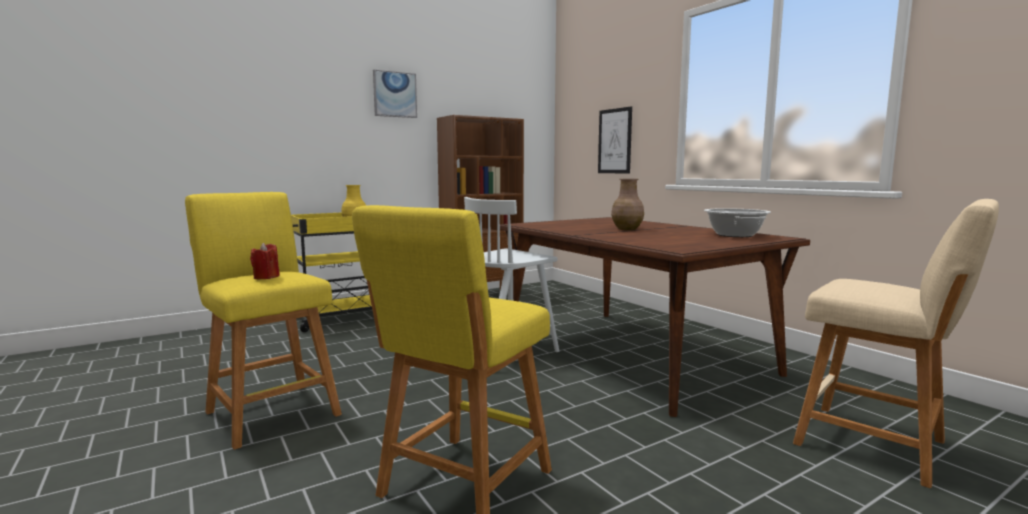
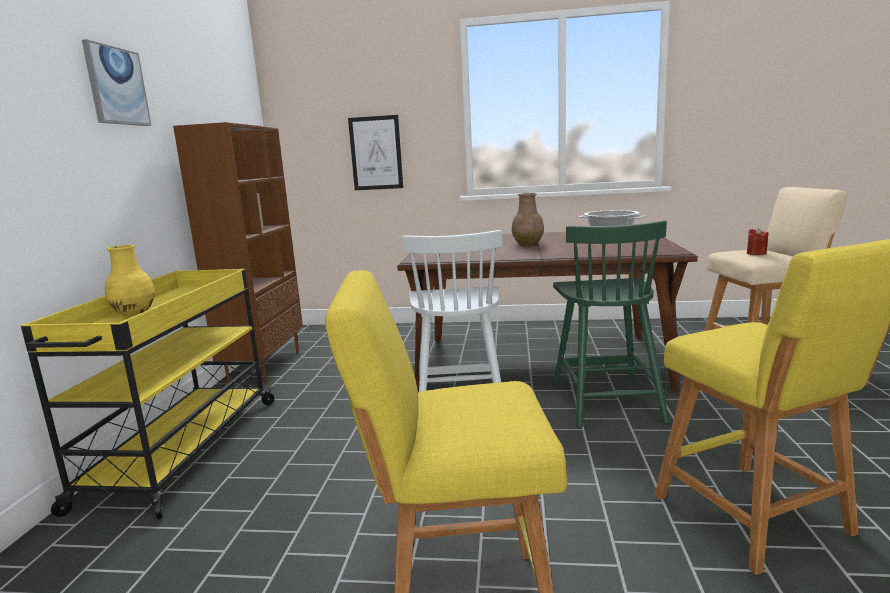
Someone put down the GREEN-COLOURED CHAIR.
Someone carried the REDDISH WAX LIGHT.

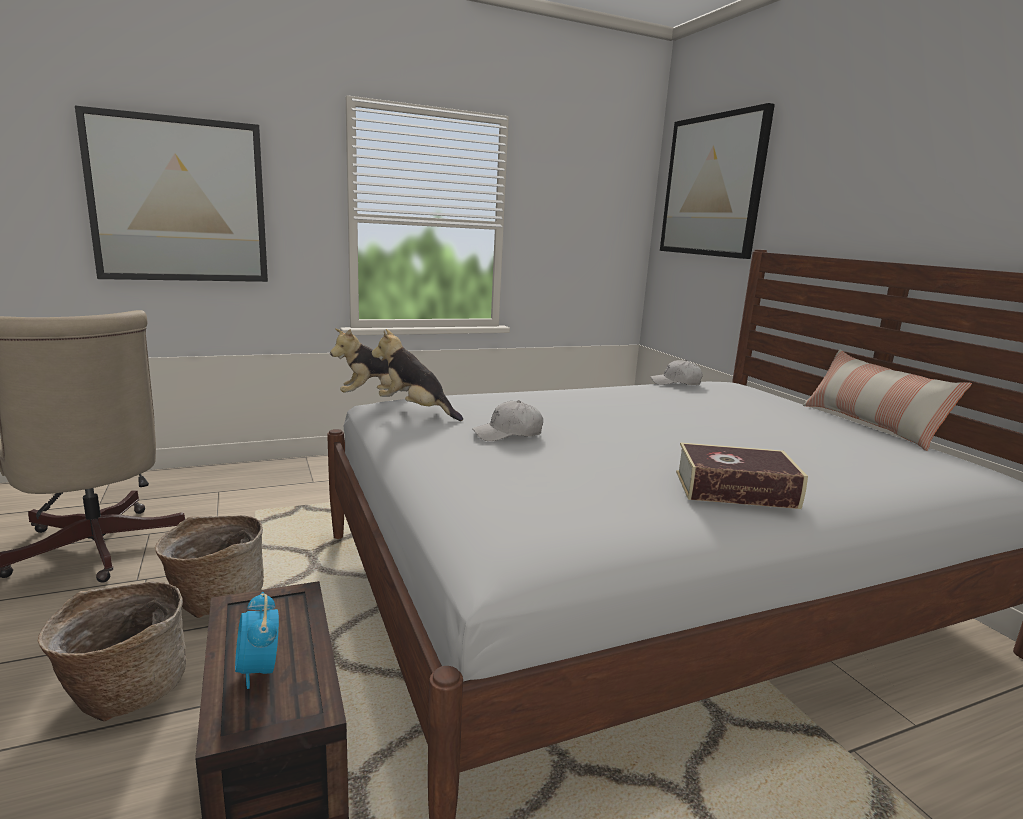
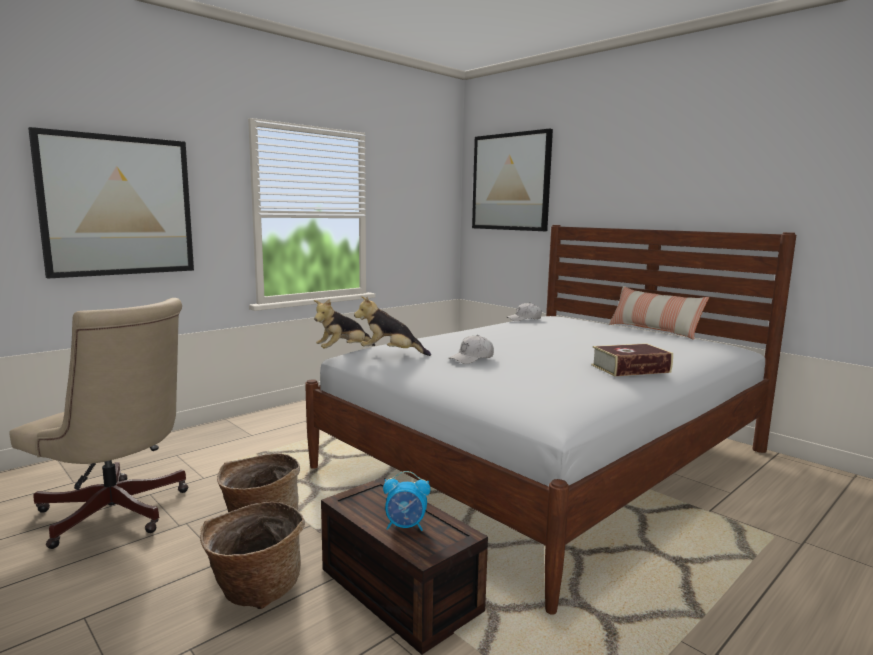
Someone rotated the BEDSIDE CLOCK by 45 degrees counterclockwise.

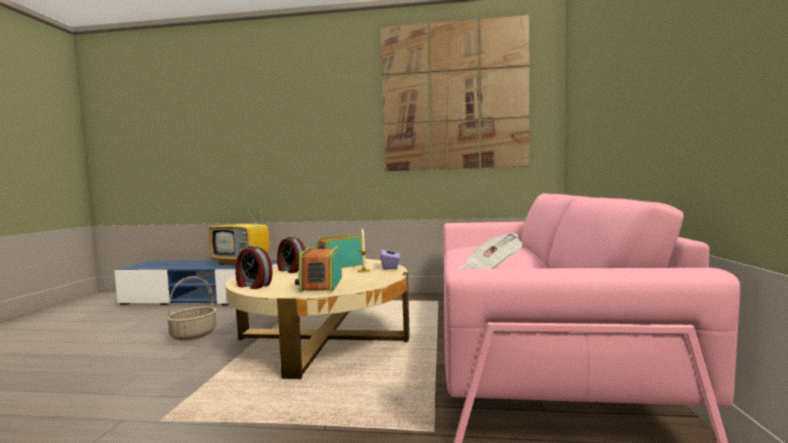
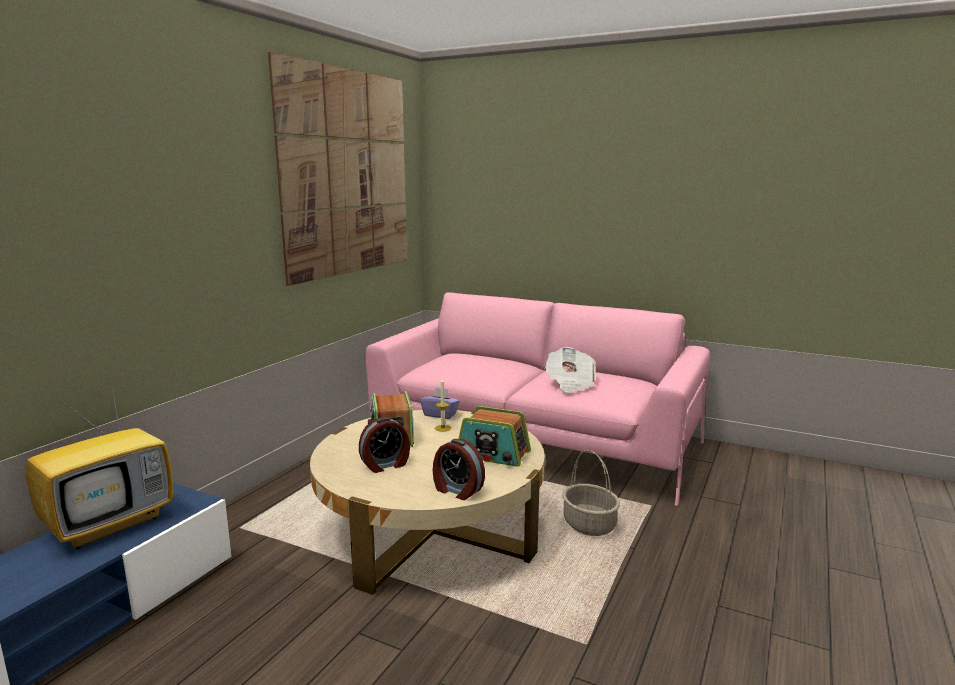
Someone carried the STORAGE BASKET.
Someone rotated the BEDSIDE CLOCK (no. 1 from left in the first image) by 75 degrees clockwise.

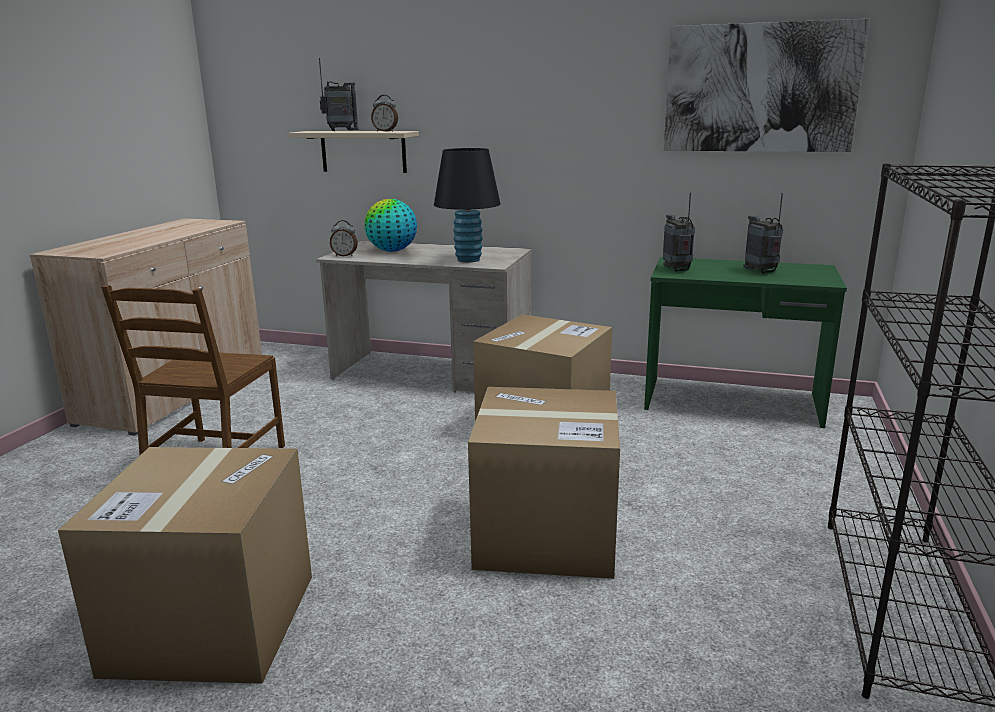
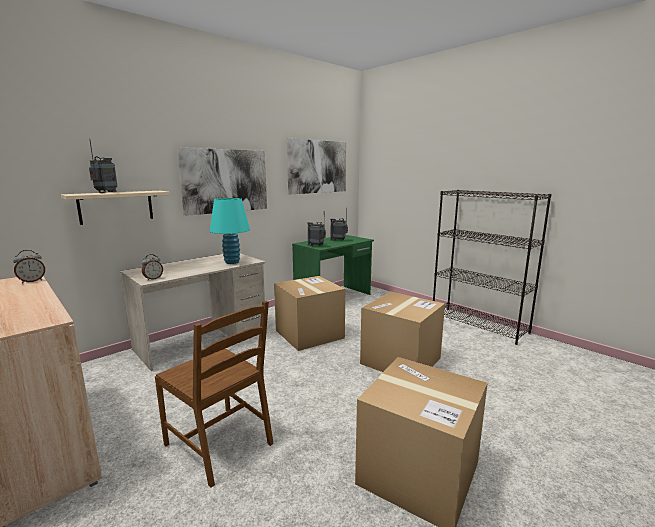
Someone took away the WORLD GLOBE.
Someone put up the PICTURE (no. 1 from left).
Someone carried the BEDSIDE CLOCK (no. 2 from left in the first image).
Someone repainted the BLACKISH TABLETOP LAMP, which became the TURQUOISE TABLETOP LAMP.

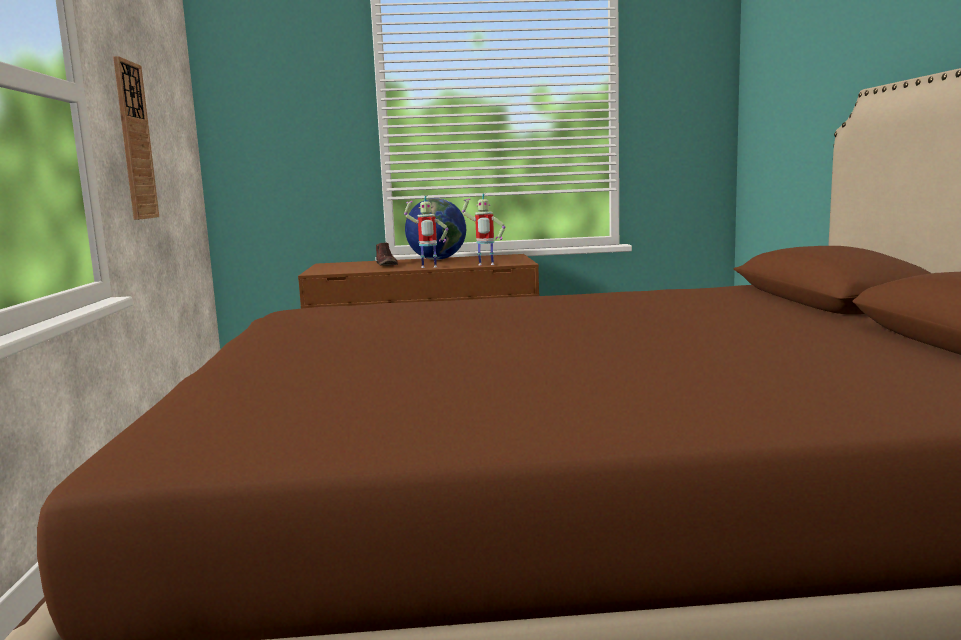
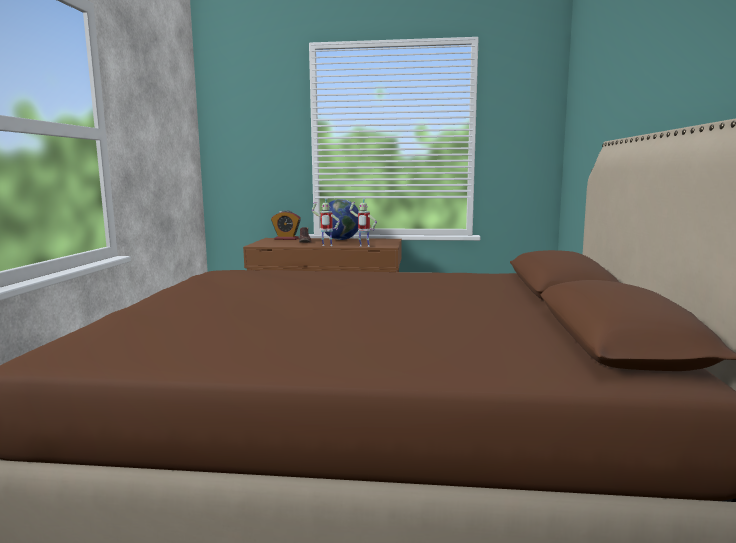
Someone took away the CLOCK ON THE WALL.
Someone put down the BEDSIDE CLOCK.

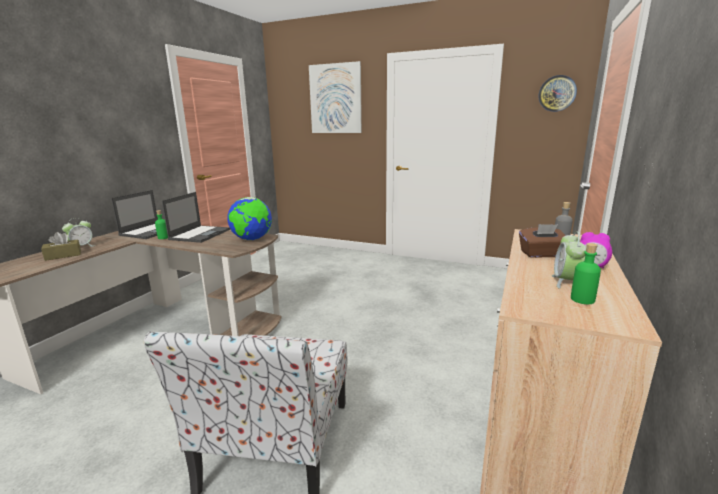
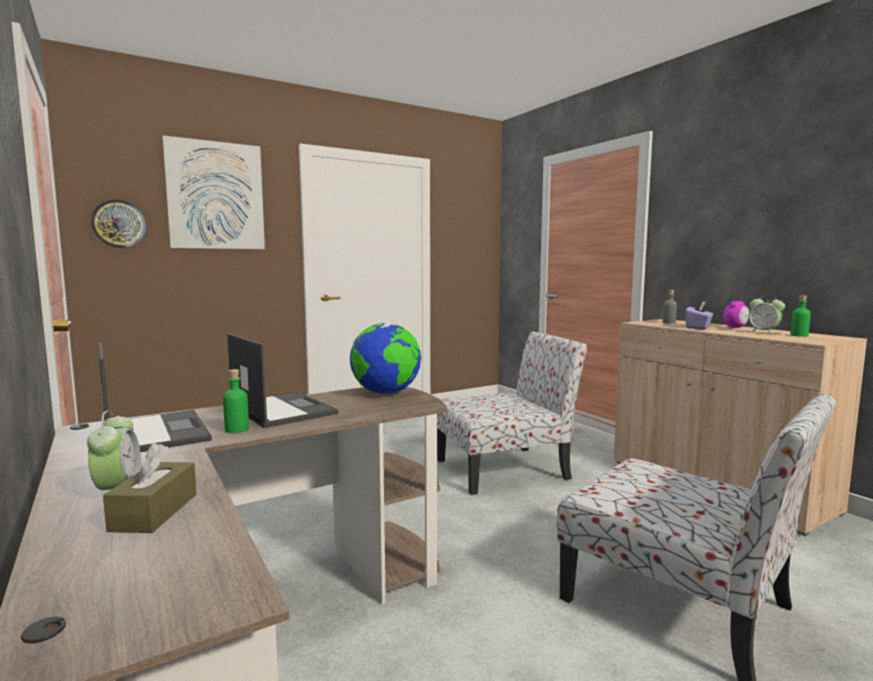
Someone put down the CHAIR (no. 1 from left).
Someone carried the CLOCK ON THE WALL.
Someone repainted the BROWN-COLOURED TISSUE HOLDER (no. 2 from left), which became the PURPLE TISSUE HOLDER.

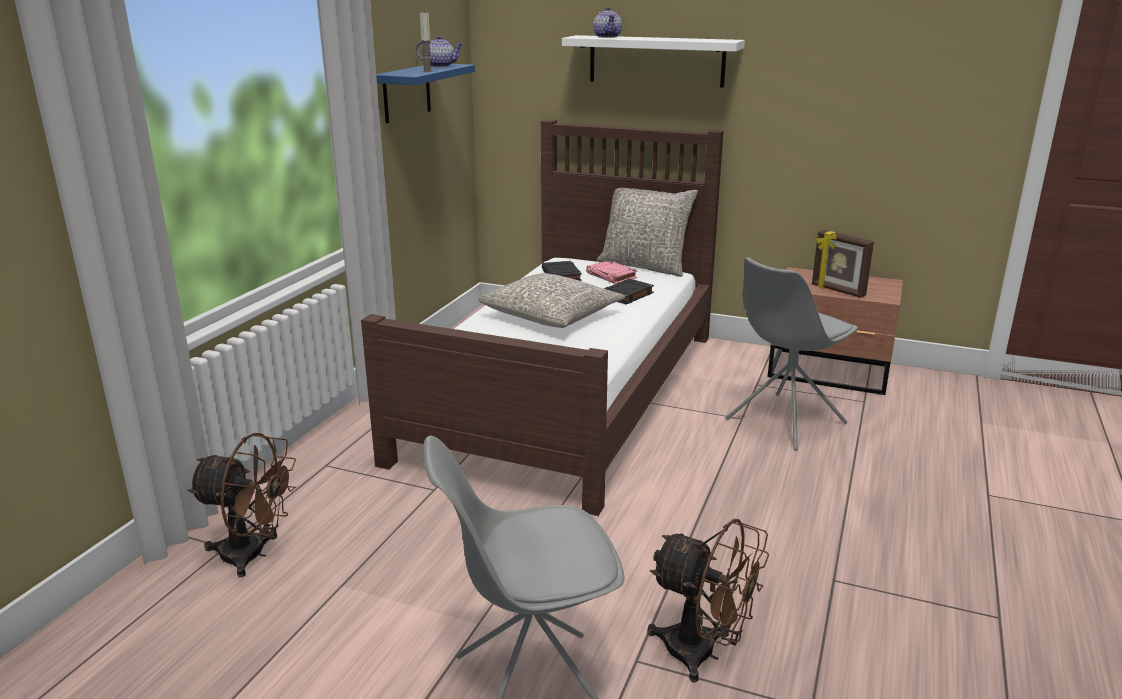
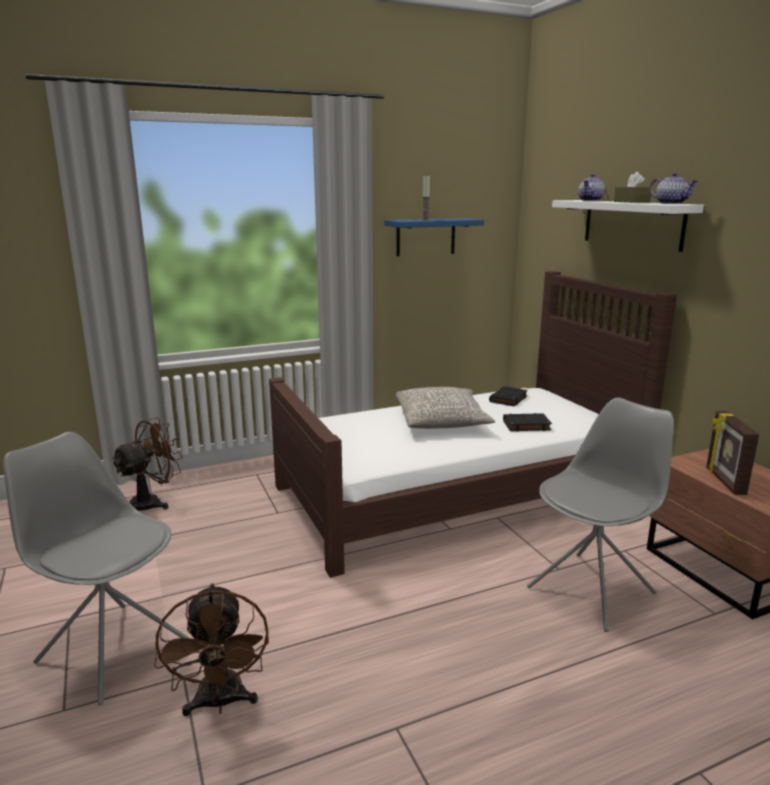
Someone took away the PINKISH BOUND BOOK.
Someone took away the GRAY THROW PILLOW (no. 2 from left).
Someone put down the BROWN-COLOURED TISSUE HOLDER.
Someone carried the TEA POT (no. 1 from left in the first image).
Someone rotated the BROWN-COLOURED ELECTRIC FAN (no. 1 from left) by 105 degrees counterclockwise.
Someone rotated the GRAY CHAIR (no. 2 from left) by 135 degrees clockwise.

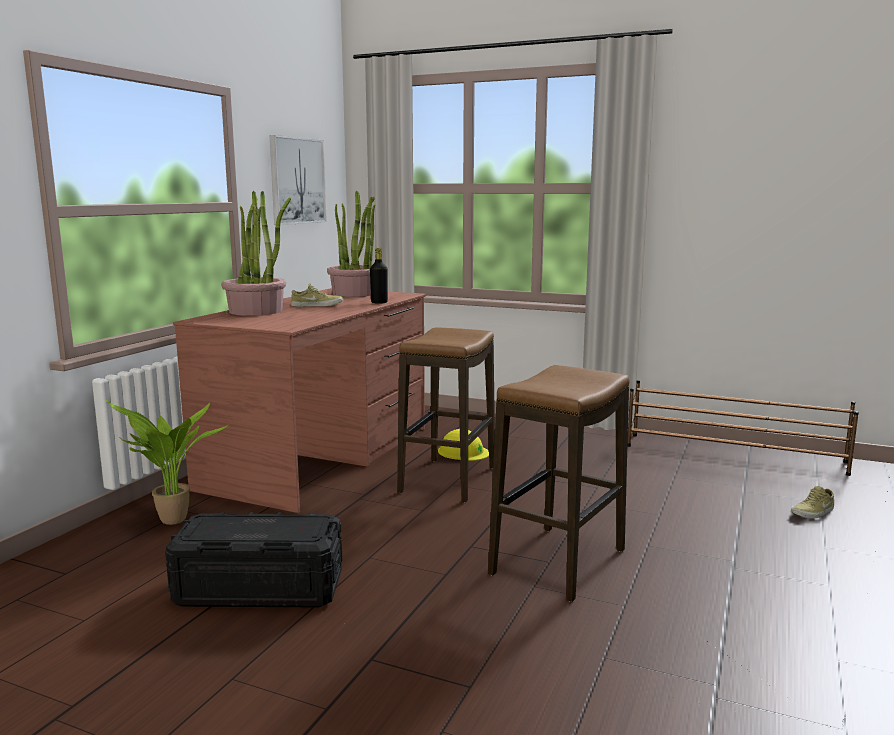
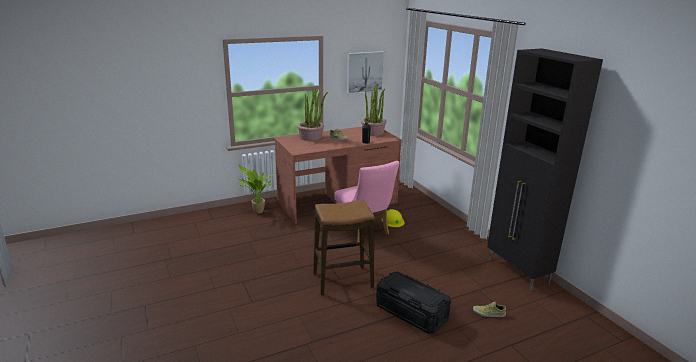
Someone carried the BLACKISH STORAGE BOX.
Someone swapped the SITTING STOOL (no. 1 from left) for the PINKISH CHAIR.
Someone swapped the BROWN-COLOURED SHOE SHELF for the BLACKISH STORAGE CABINET.

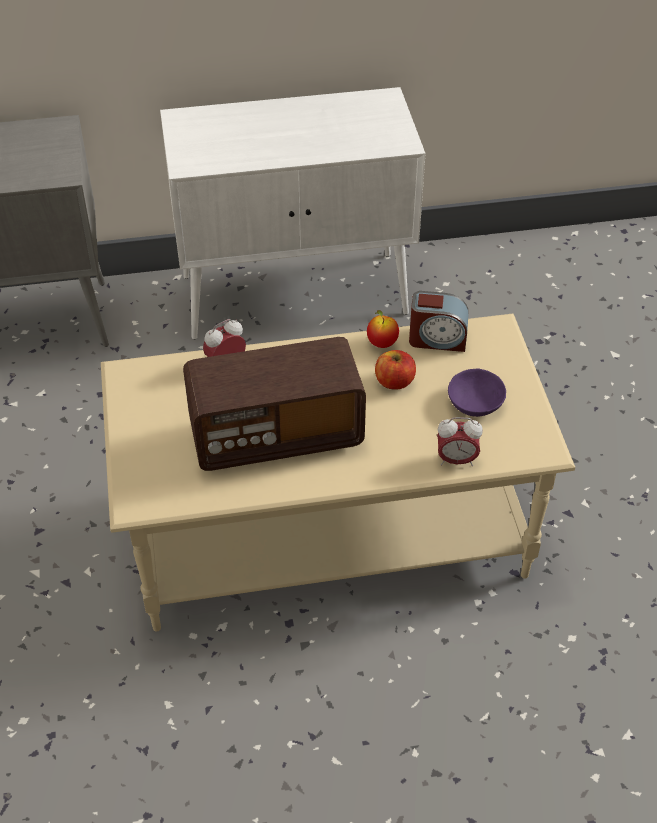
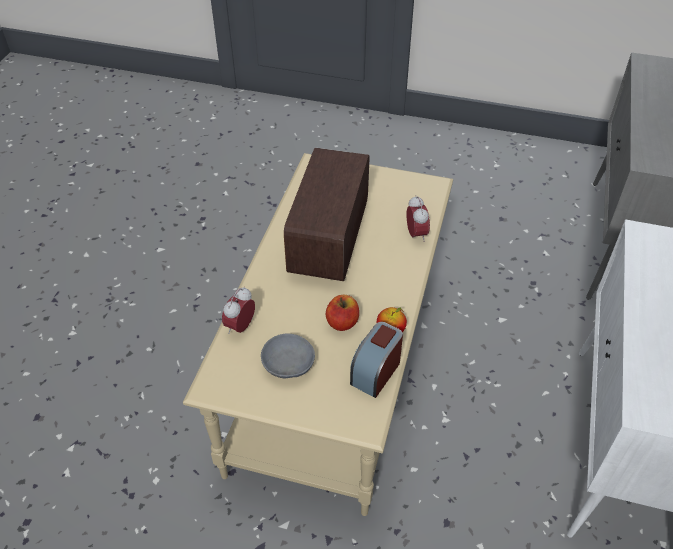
Someone repainted the PURPLE DEEP DISH, which became the GRAY DEEP DISH.

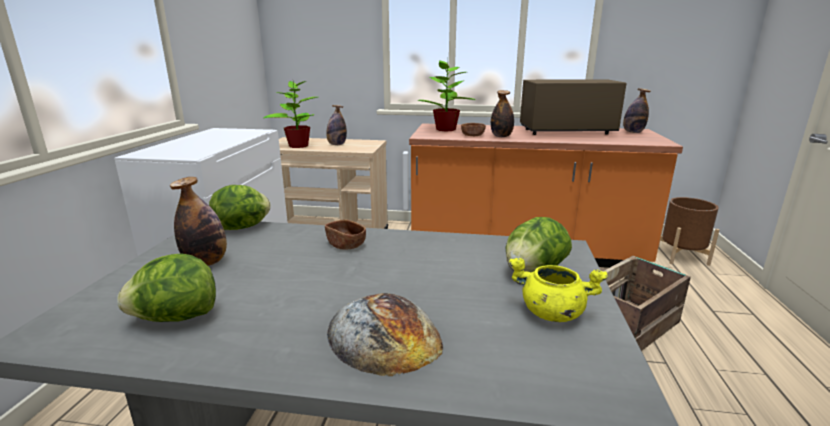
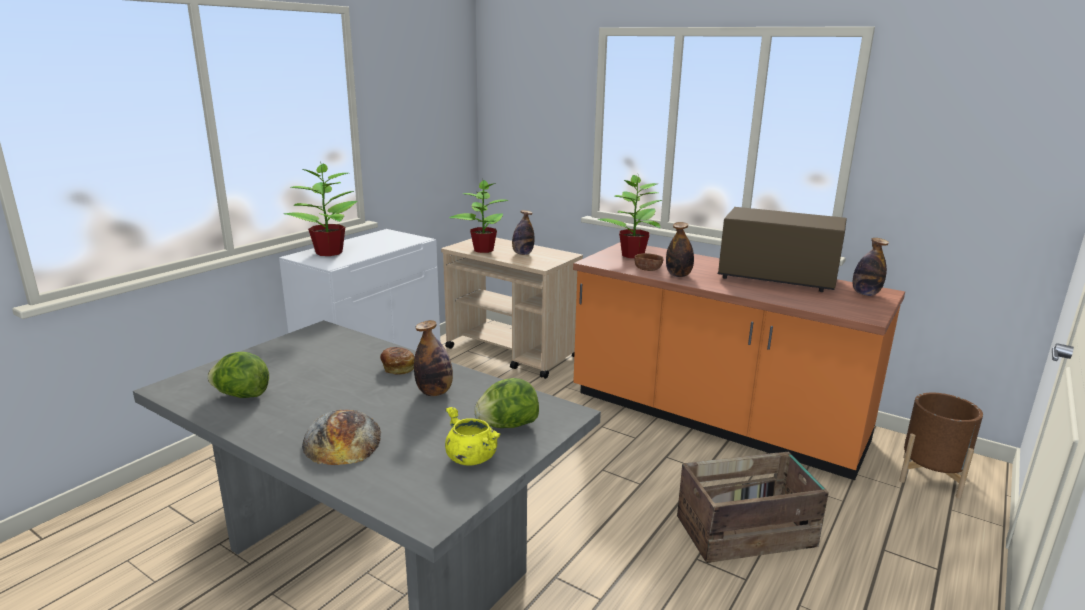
Someone took away the LETTUCE (no. 2 from left).
Someone put down the HOUSEPLANT (no. 1 from left).
Someone carried the DRINK BOTTLE (no. 1 from left).
Someone swapped the BROWN-COLOURED DEEP DISH (no. 1 from left) for the BAKED BREAD (no. 2 from left).

